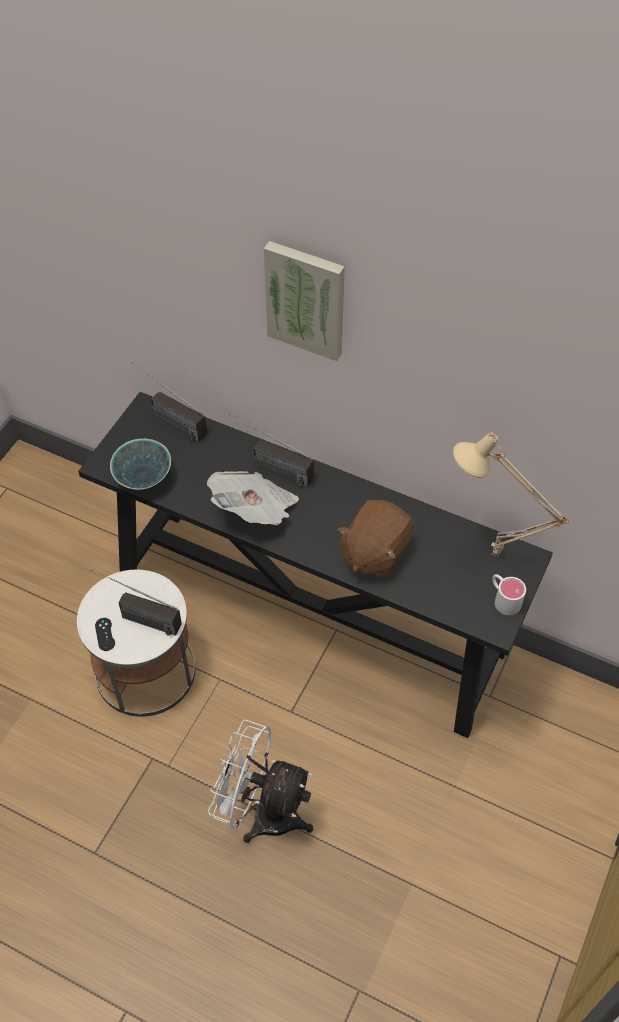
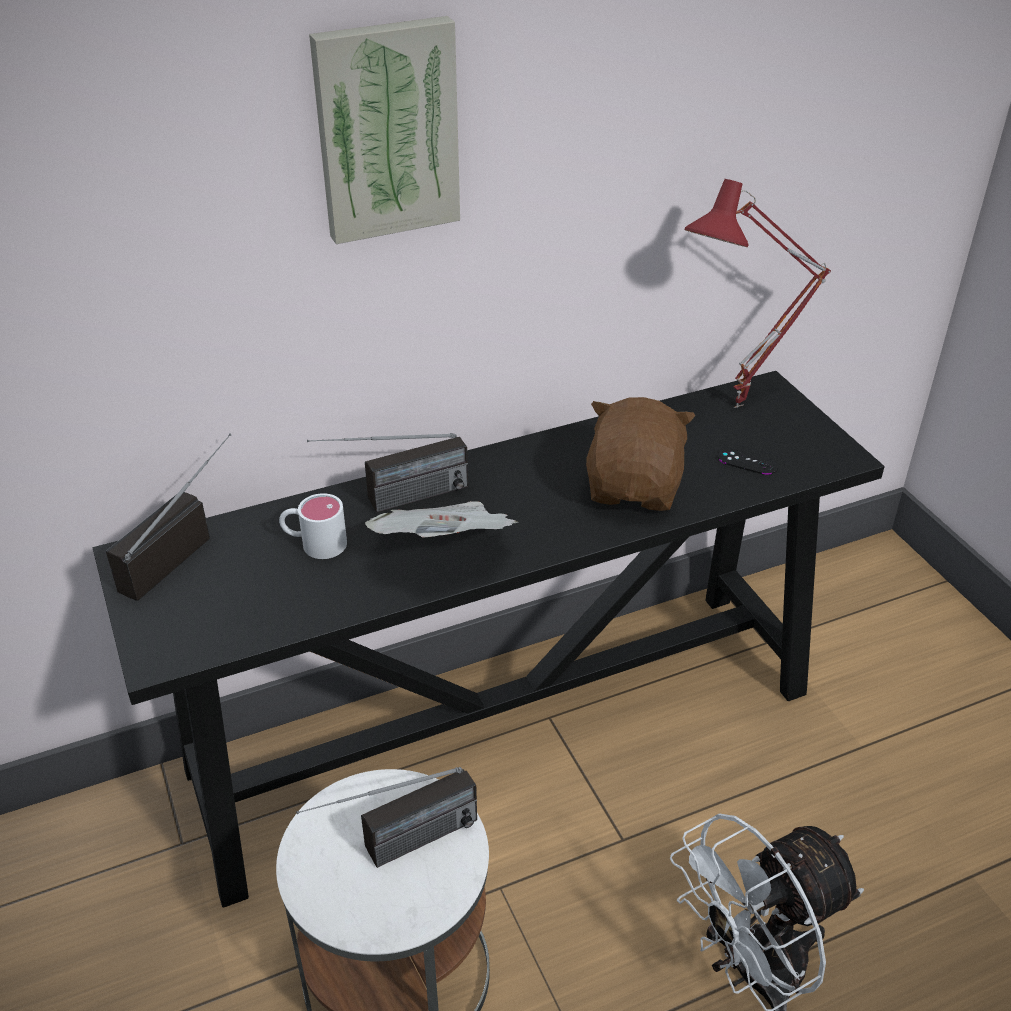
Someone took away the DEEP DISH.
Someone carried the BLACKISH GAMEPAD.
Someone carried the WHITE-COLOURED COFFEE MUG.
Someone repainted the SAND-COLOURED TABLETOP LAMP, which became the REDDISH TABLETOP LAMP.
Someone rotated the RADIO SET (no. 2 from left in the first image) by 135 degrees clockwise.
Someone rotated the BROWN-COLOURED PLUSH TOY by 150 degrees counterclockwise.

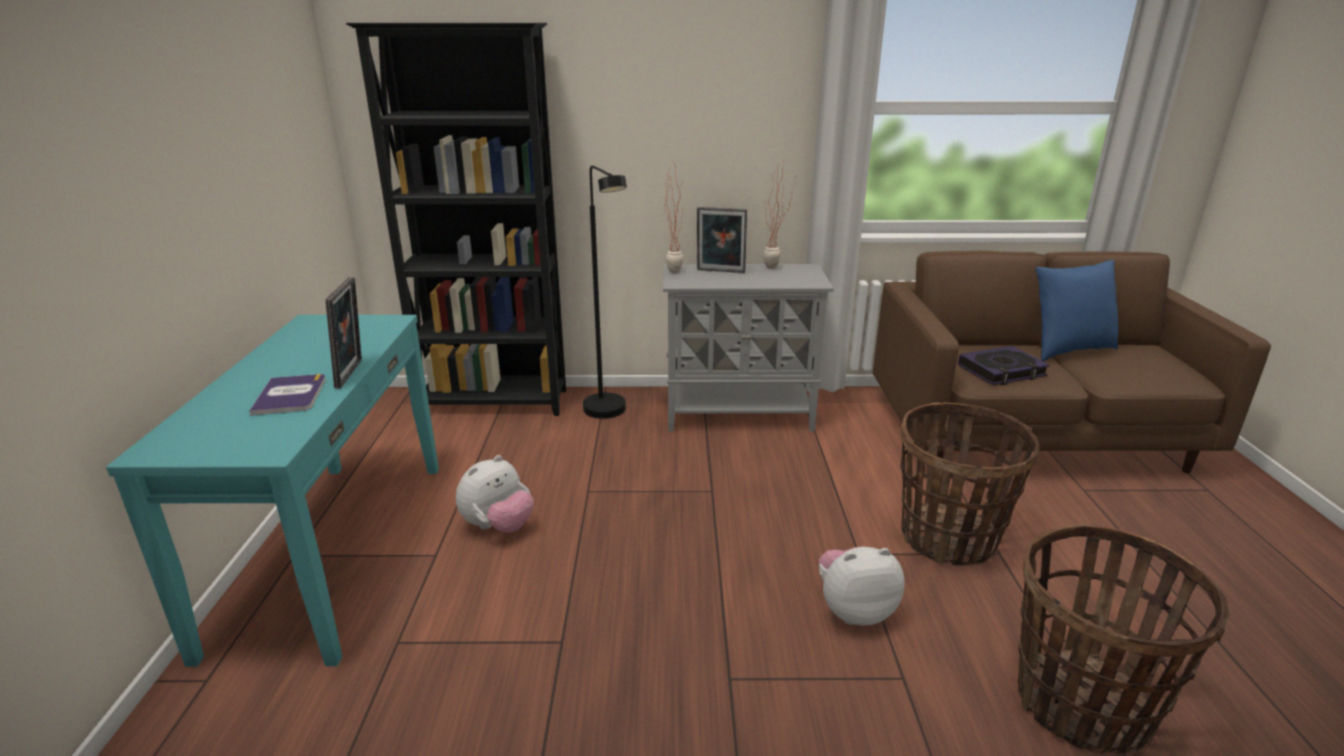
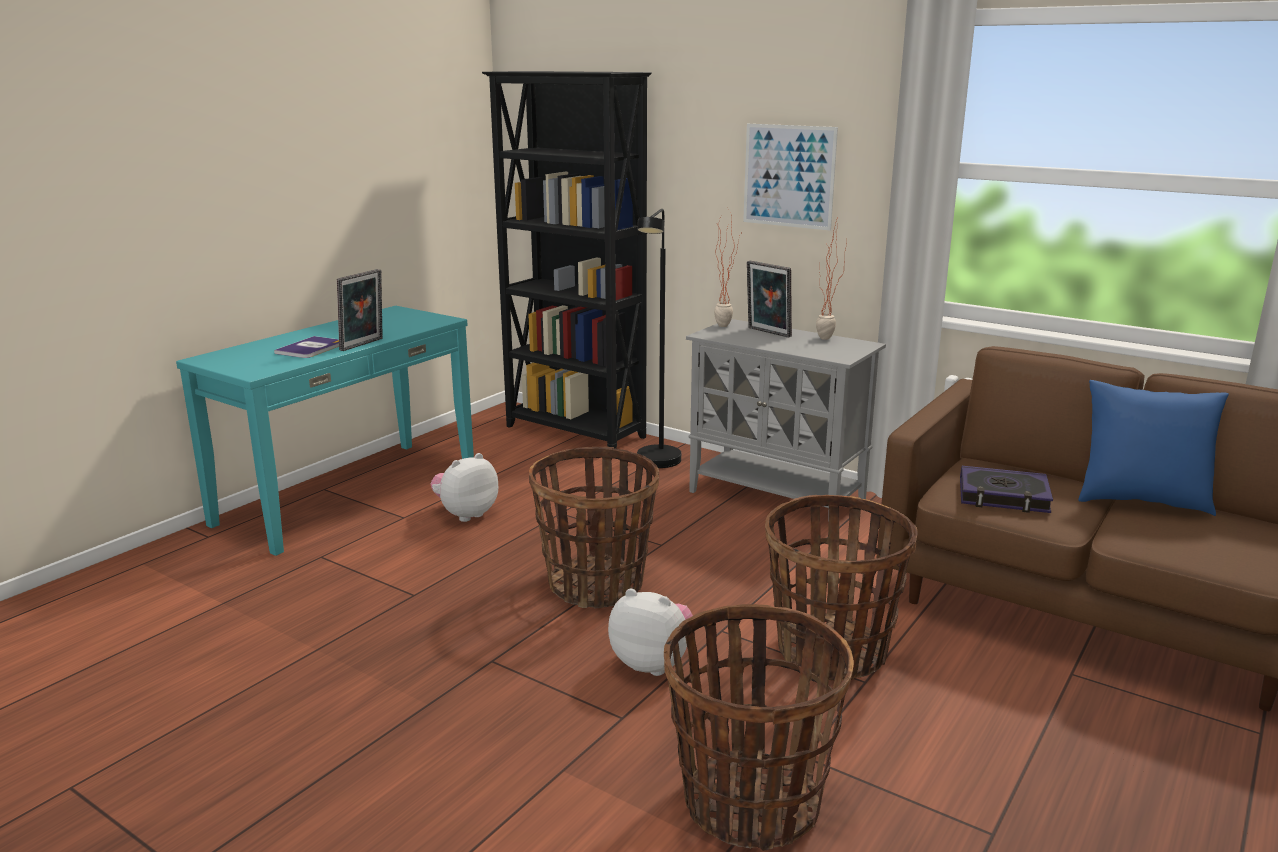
Someone put down the STORAGE BASKET (no. 1 from left).
Someone put up the PICTURE.
Someone rotated the PLUSH TOY (no. 1 from left) by 150 degrees clockwise.

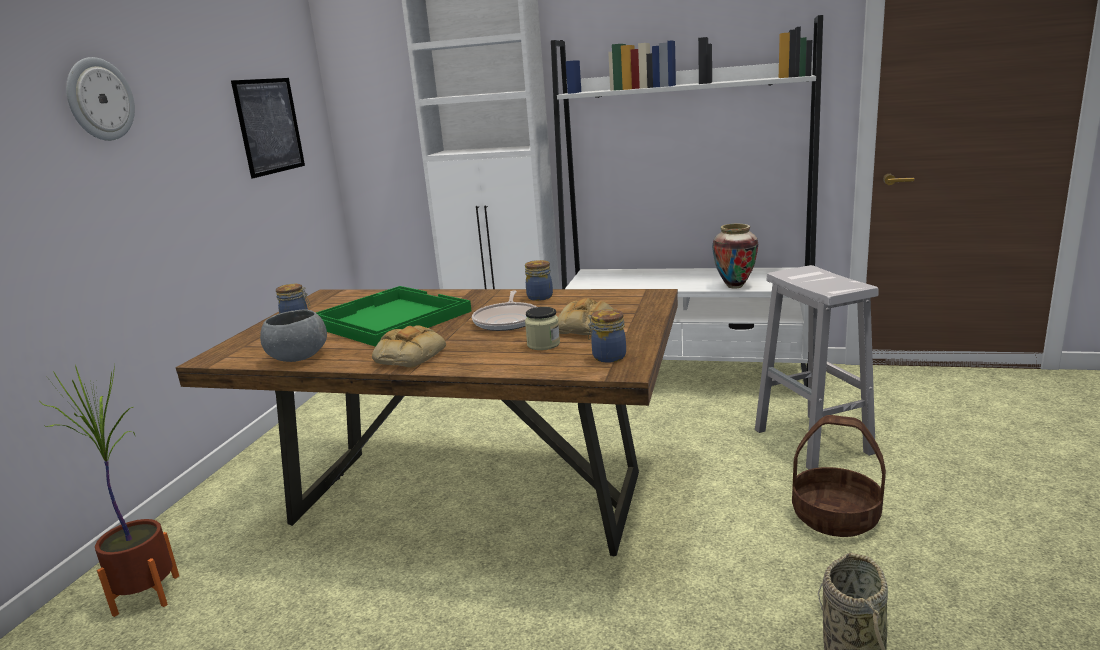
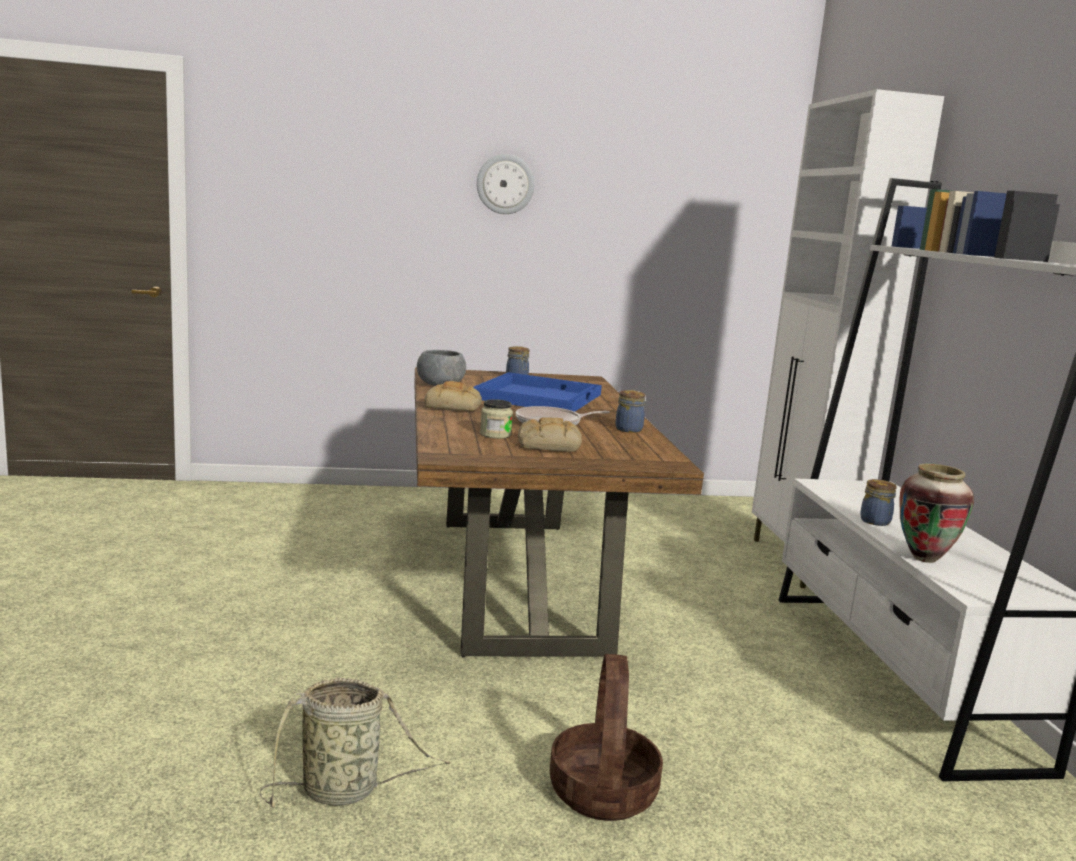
Someone took away the HOUSEPLANT.
Someone took away the PICTURE.
Someone took away the WHITE-COLOURED SITTING STOOL.
Someone carried the PRESERVE JAR (no. 4 from left).
Someone repainted the GREEN-COLOURED TRAY, which became the BLUISH TRAY.

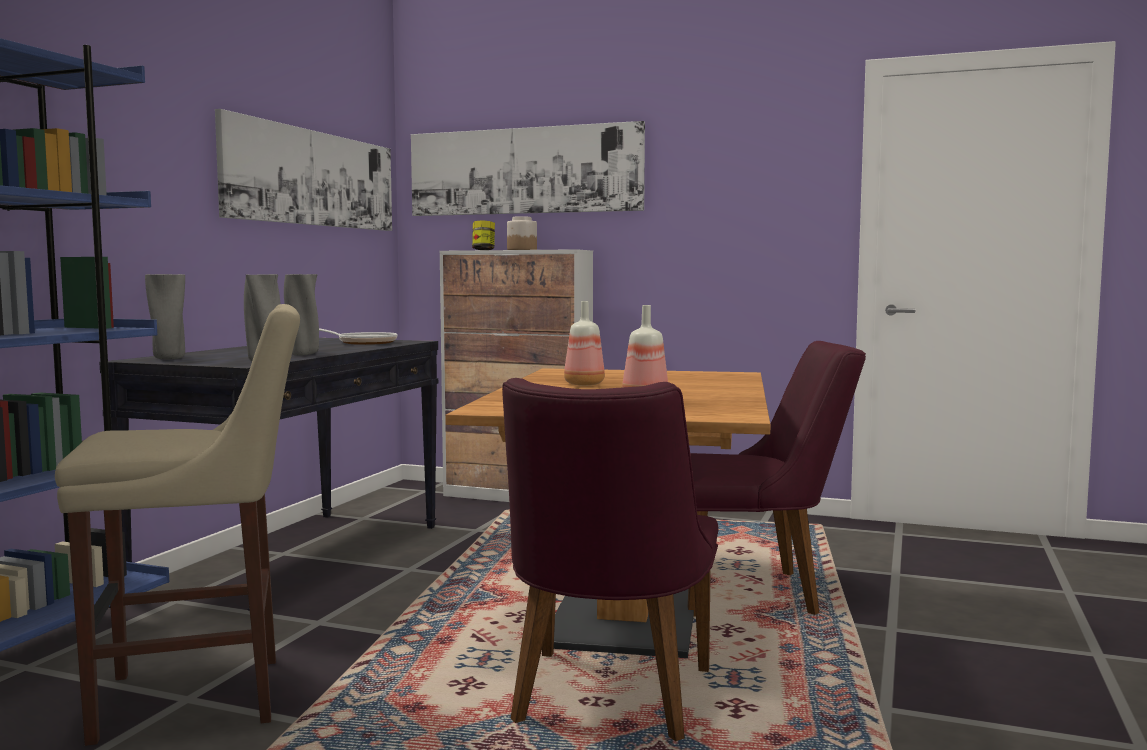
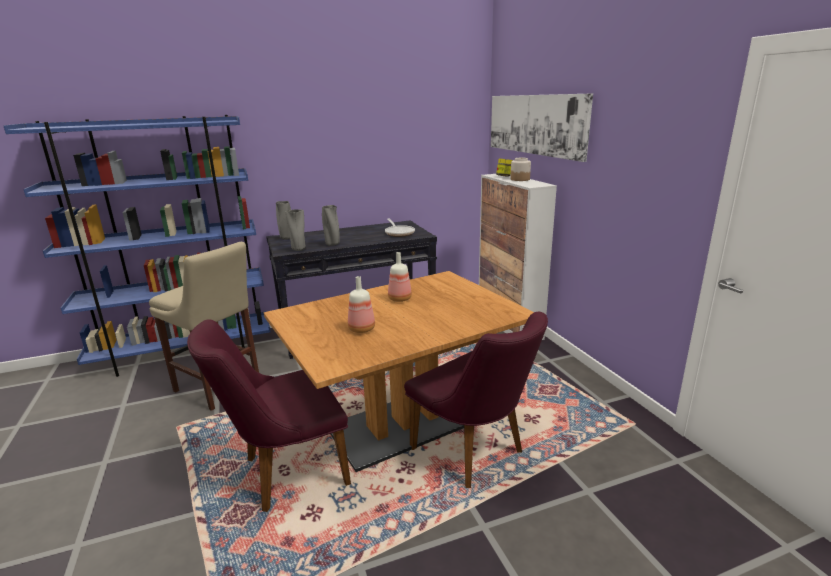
Someone took away the PICTURE (no. 1 from left).

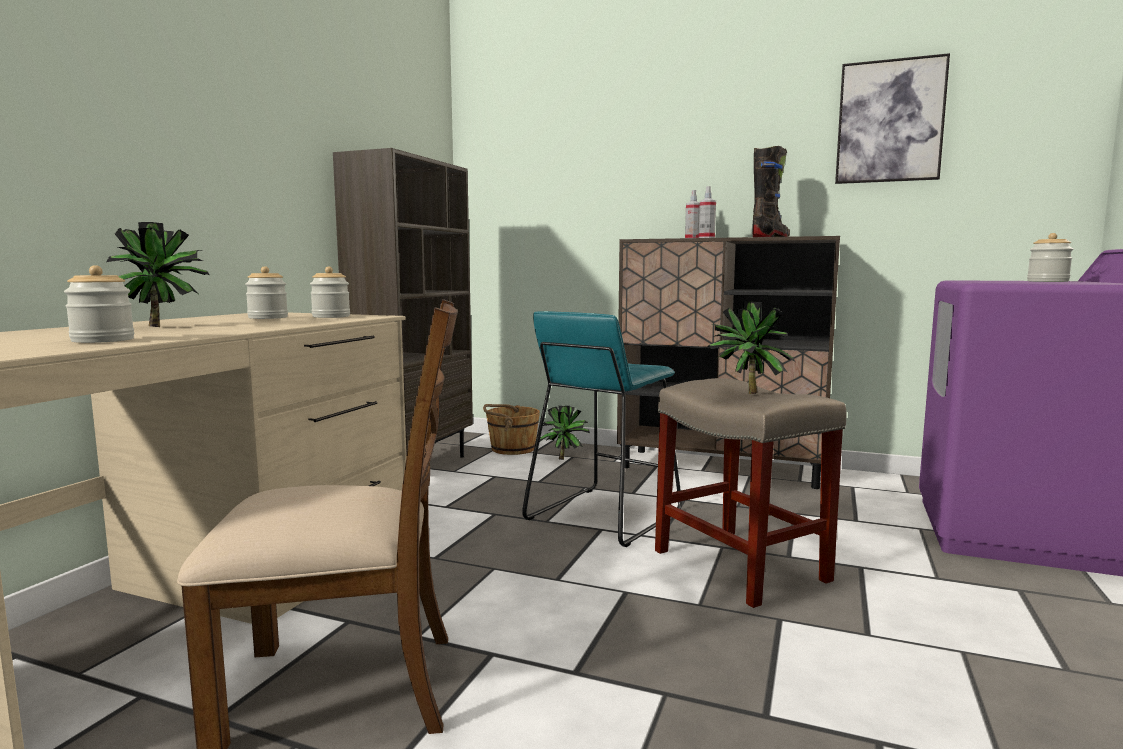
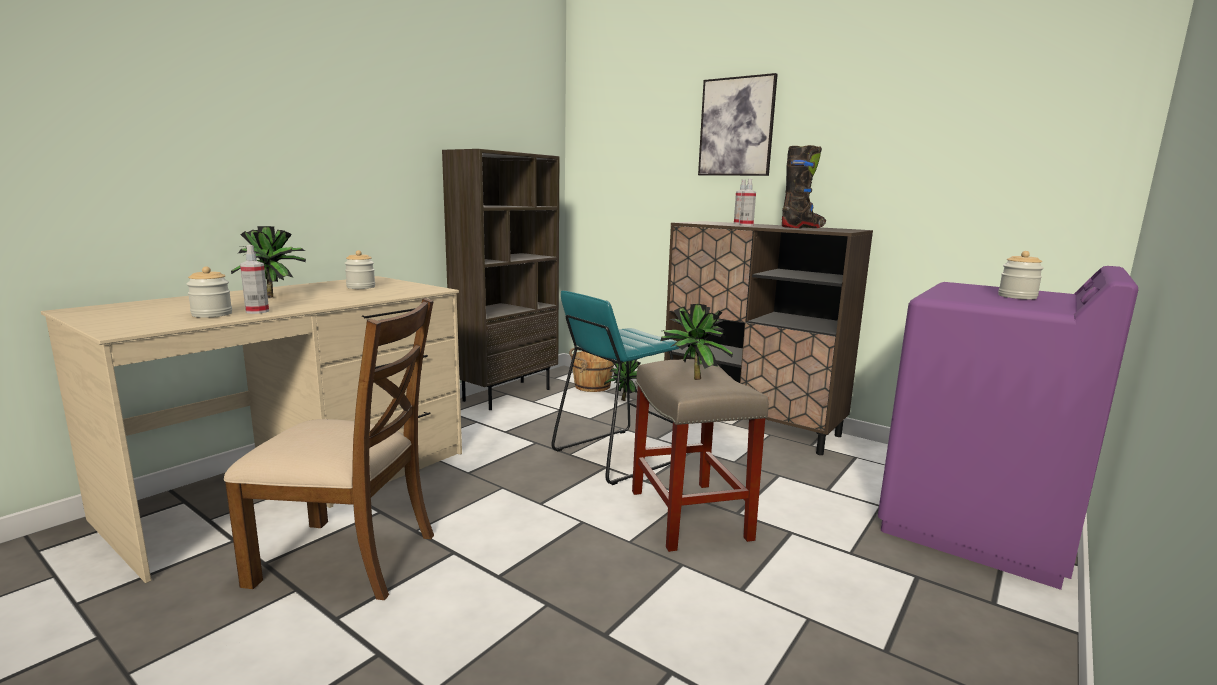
Someone took away the PRESERVE JAR (no. 3 from left).
Someone put down the HAND SPRAYER (no. 1 from left).
Someone carried the PICTURE.

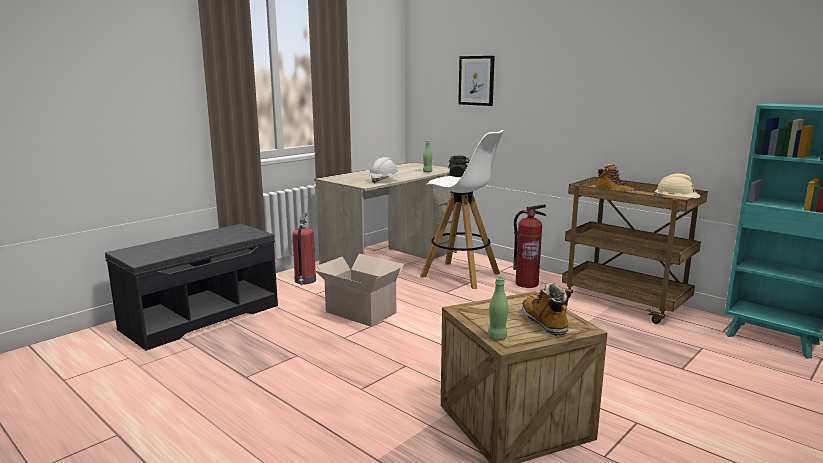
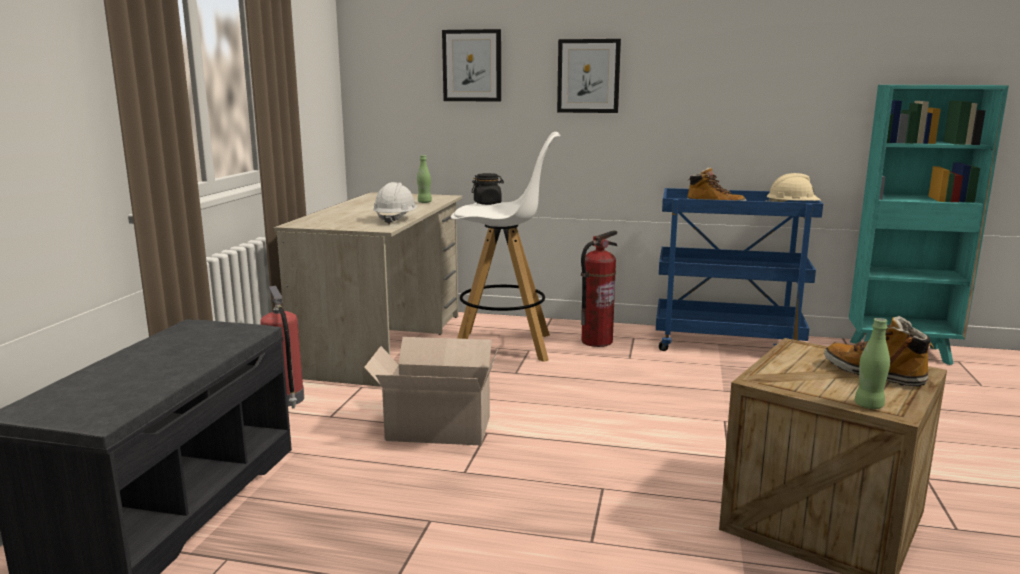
Someone put up the PICTURE (no. 2 from left).
Someone repainted the BROWN-COLOURED WHEELED CART, which became the BLUISH WHEELED CART.

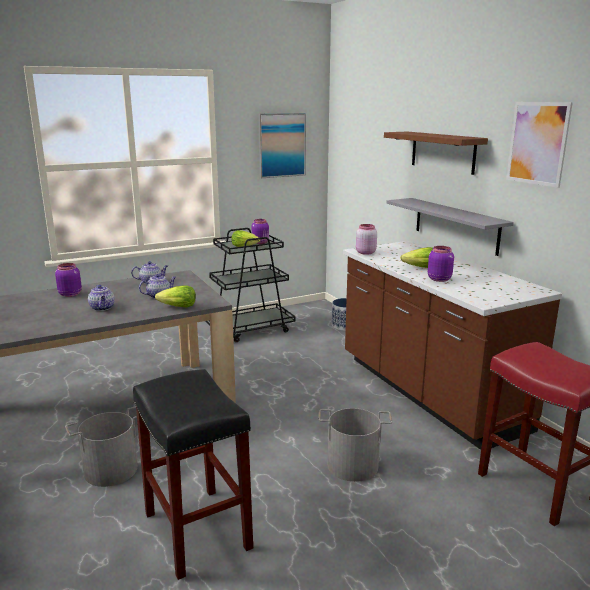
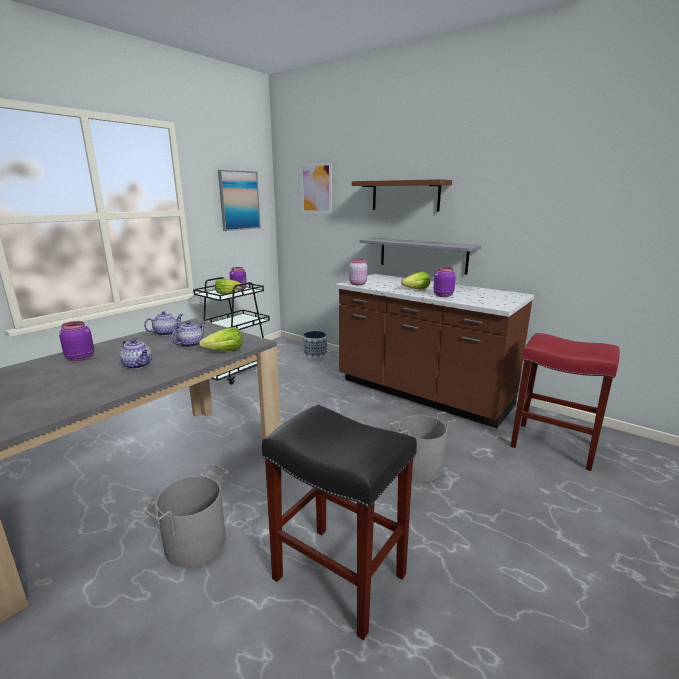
Someone carried the PICTURE (no. 2 from left).

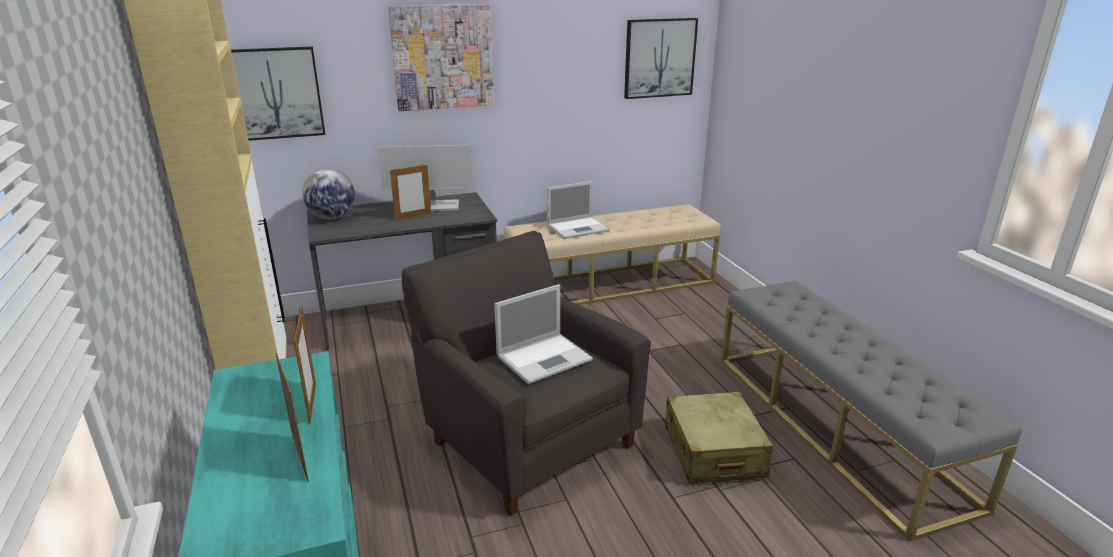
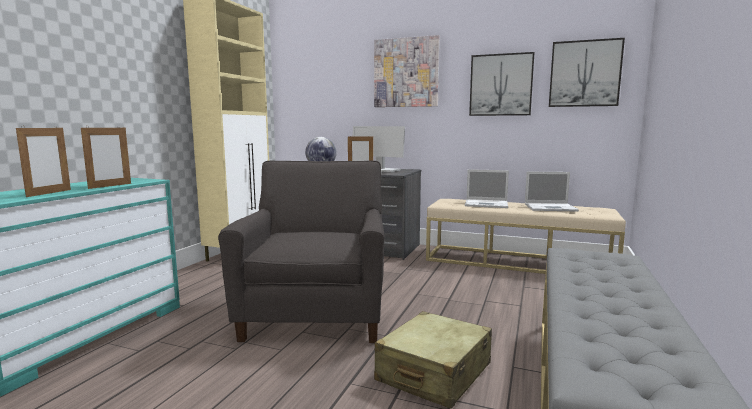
Someone carried the PICTURE (no. 1 from left in the first image).
Someone carried the PORTABLE COMPUTER (no. 1 from left in the first image).

